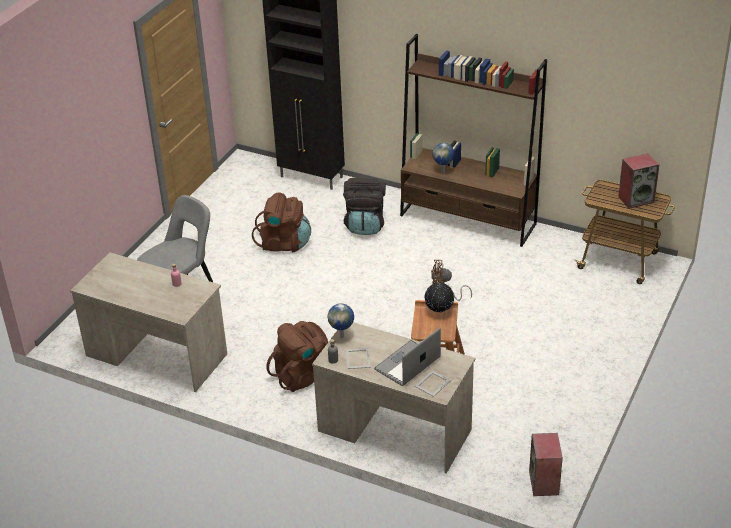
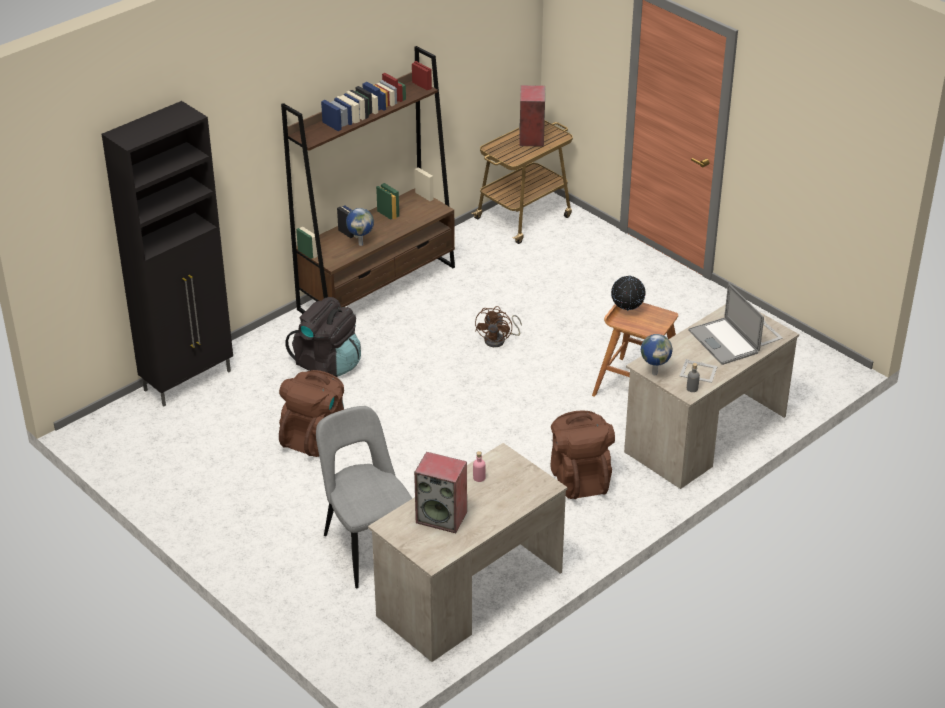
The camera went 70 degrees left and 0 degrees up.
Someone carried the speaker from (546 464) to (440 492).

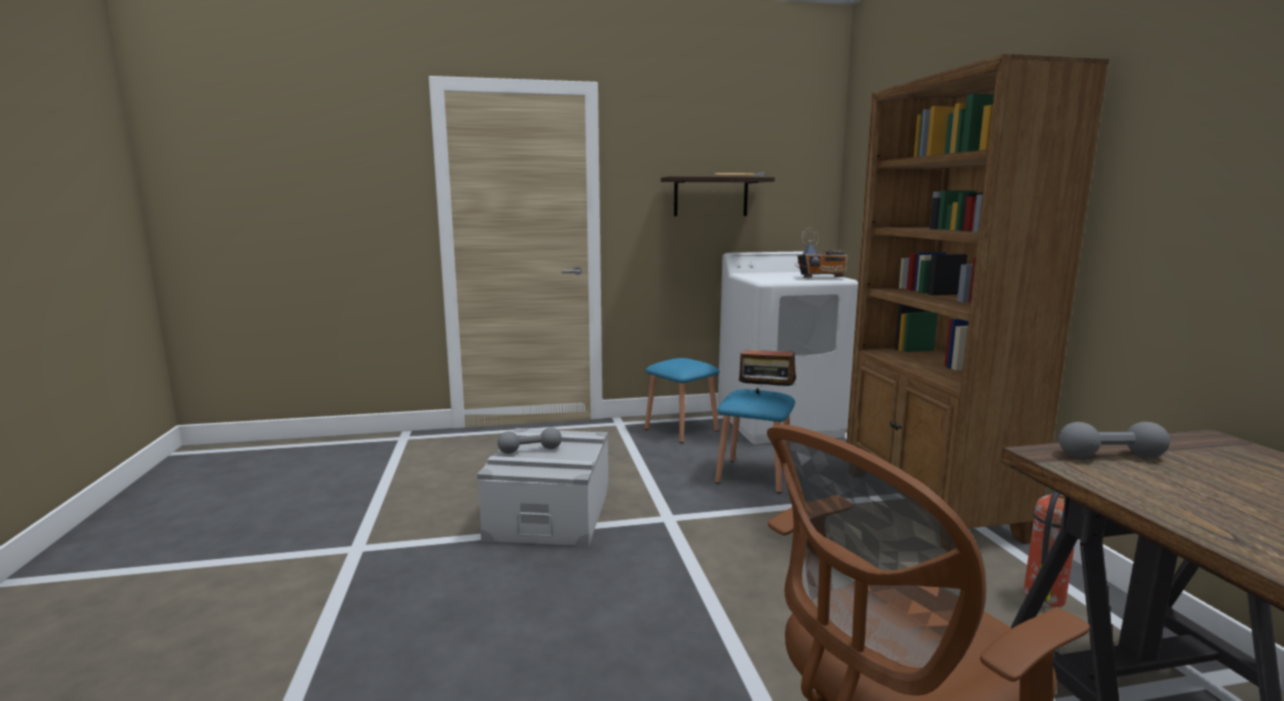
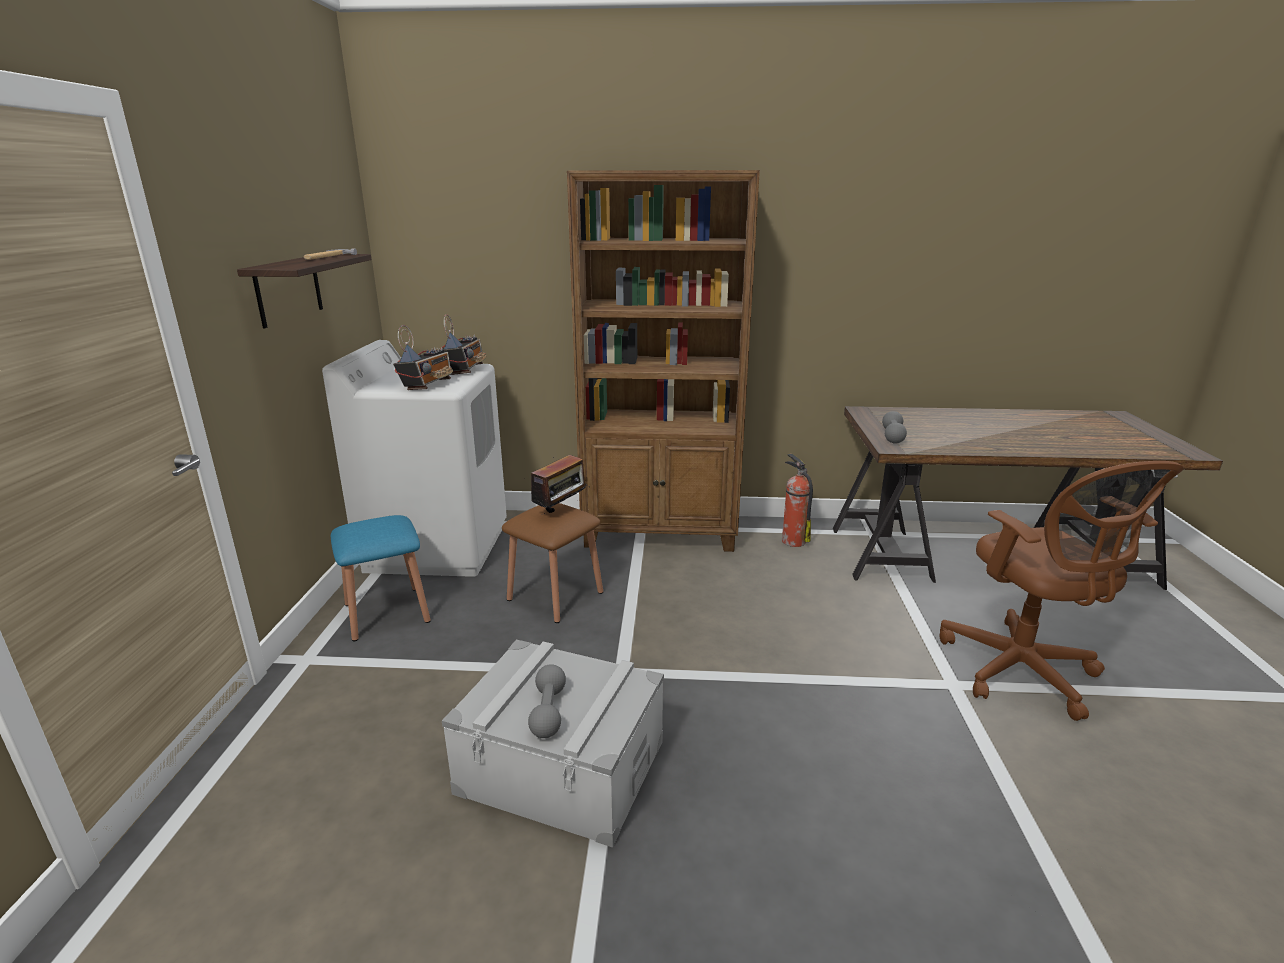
The camera went 75 degrees left and 10 degrees up.
Someone repainted the stool (blue) at (755 441), which became the stool (brown) at (552 563).
Someone put down the radio at (423 357).

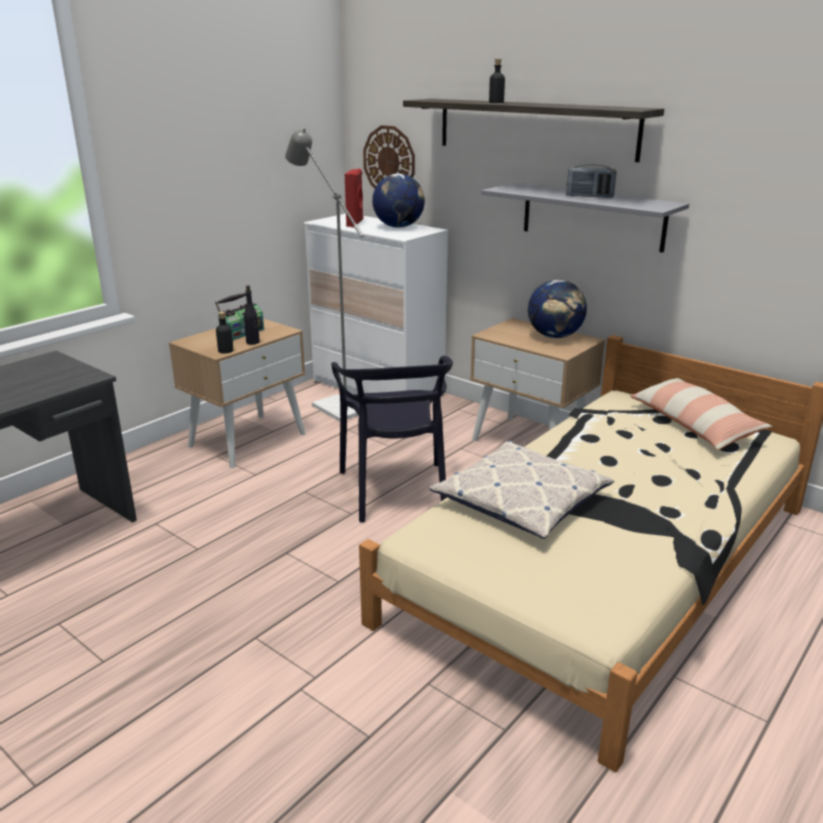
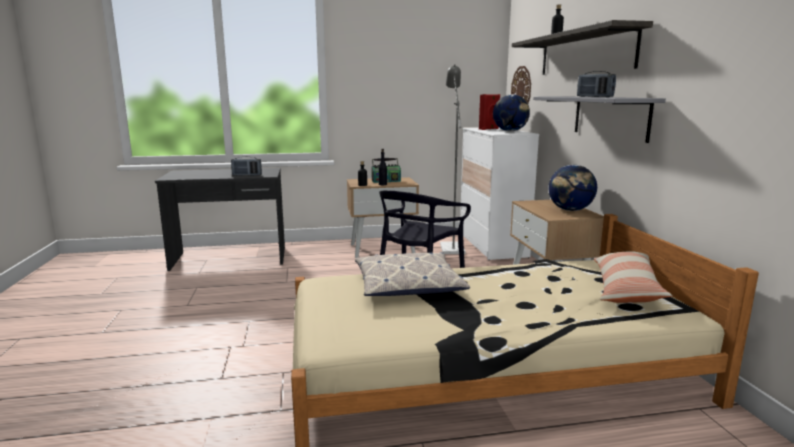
The camera went 40 degrees right and 10 degrees down.
Someone put down the radio at (246 166).

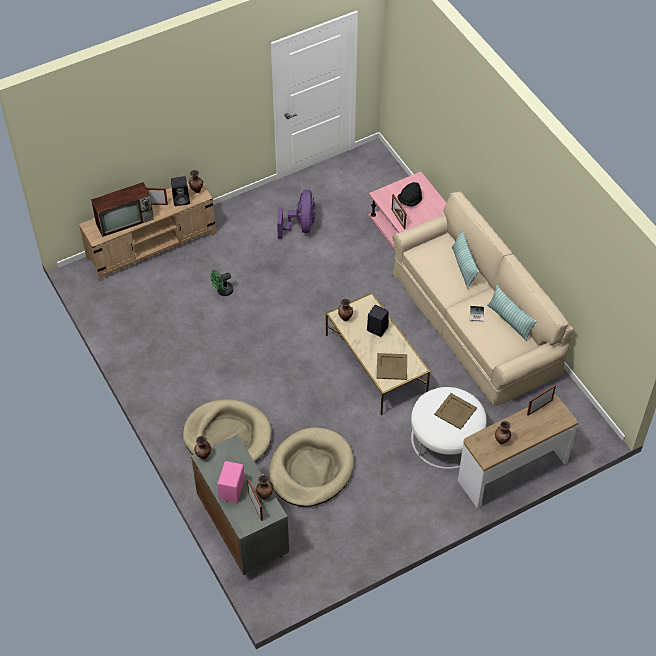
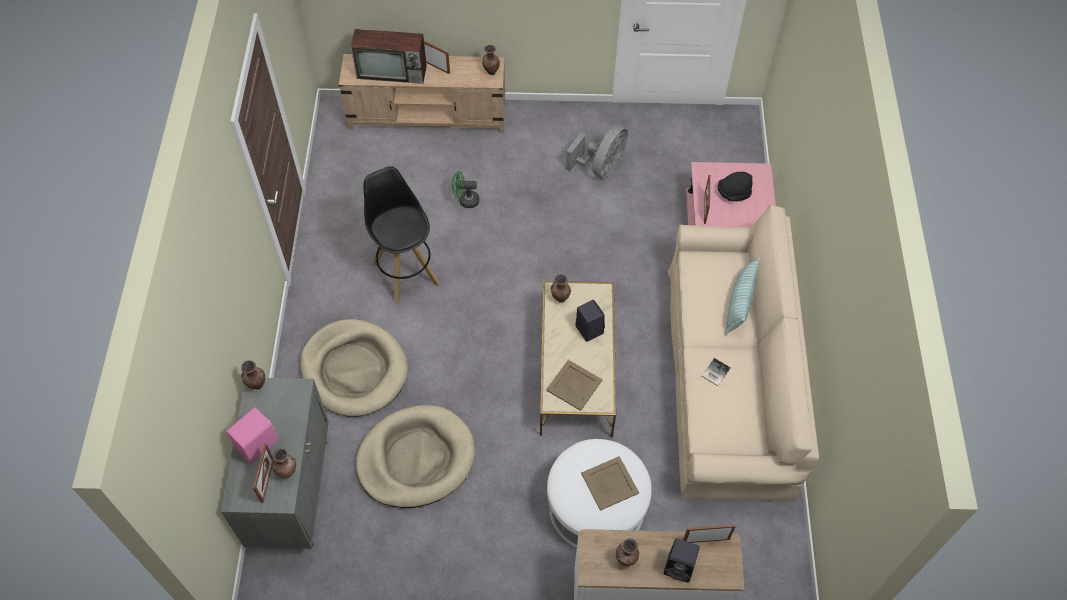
The camera went 30 degrees right and 5 degrees up.
Someone carried the speaker (black) from (180 191) to (682 560).
Someone repainted the fan (purple) at (296 214), which became the fan (grey) at (597 151).
Someone took away the pillow at (512 313).
Someone put down the stool (black) at (401 235).

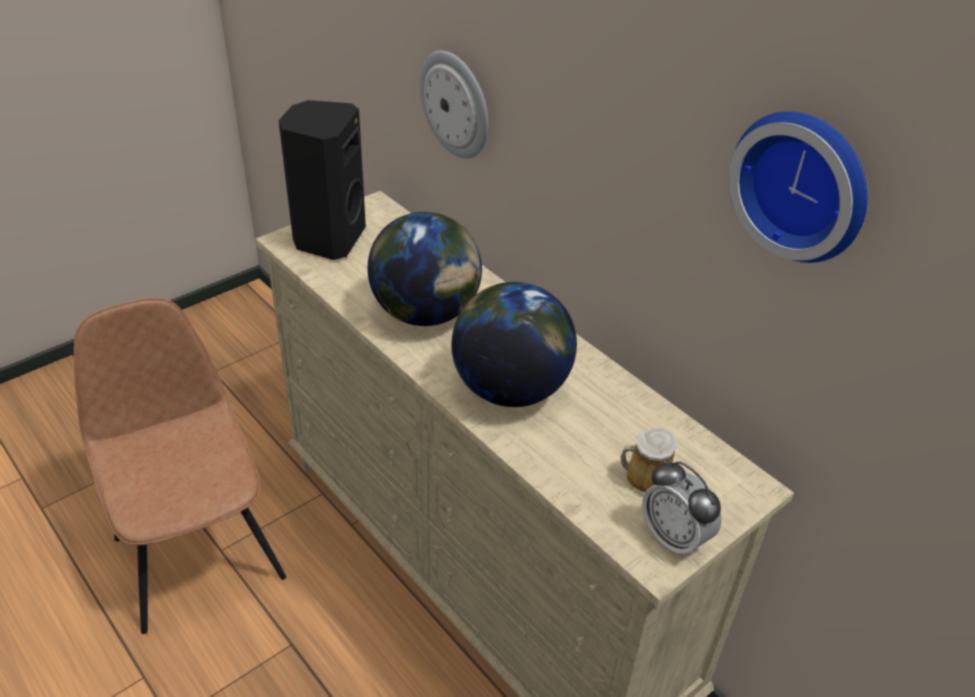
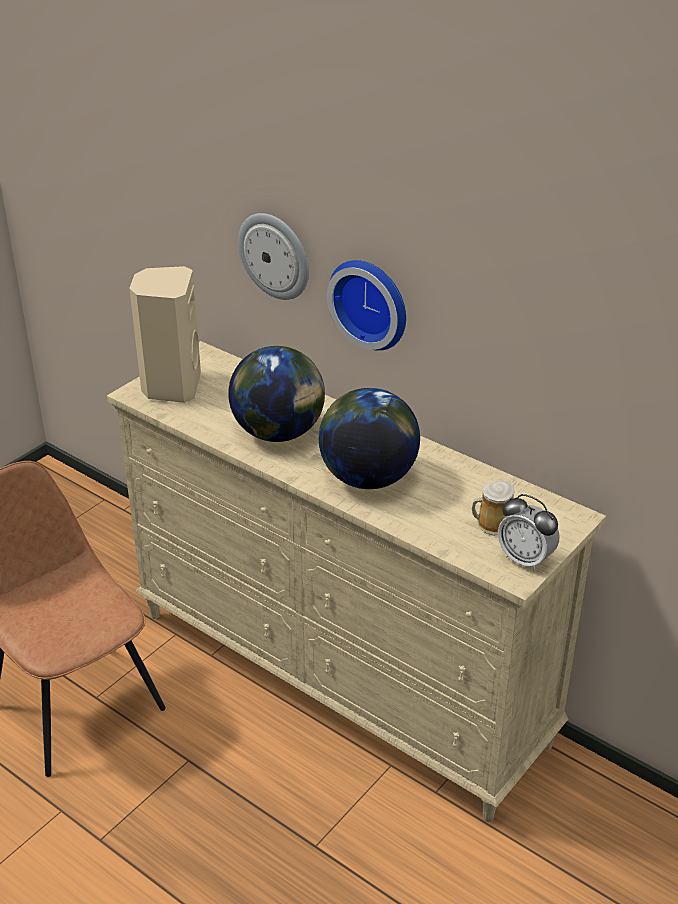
The camera went 10 degrees left and 5 degrees down.
Someone repainted the speaker (black) at (322 180), which became the speaker (beige) at (165 334).
Someone carried the wall clock from (798 187) to (366 305).

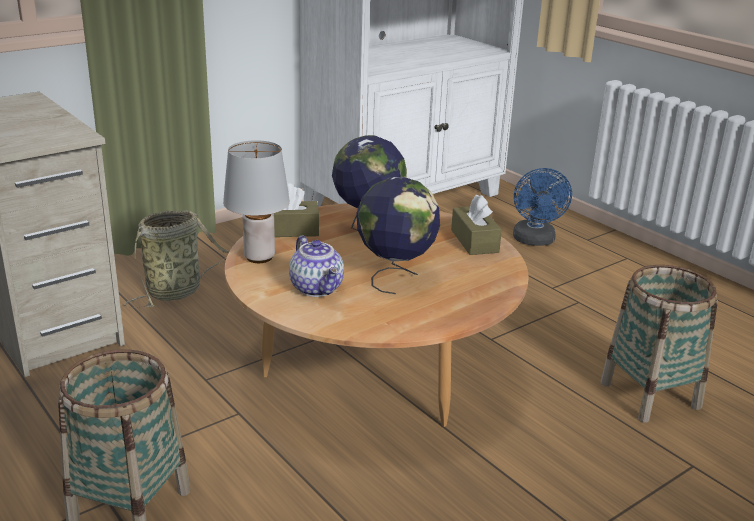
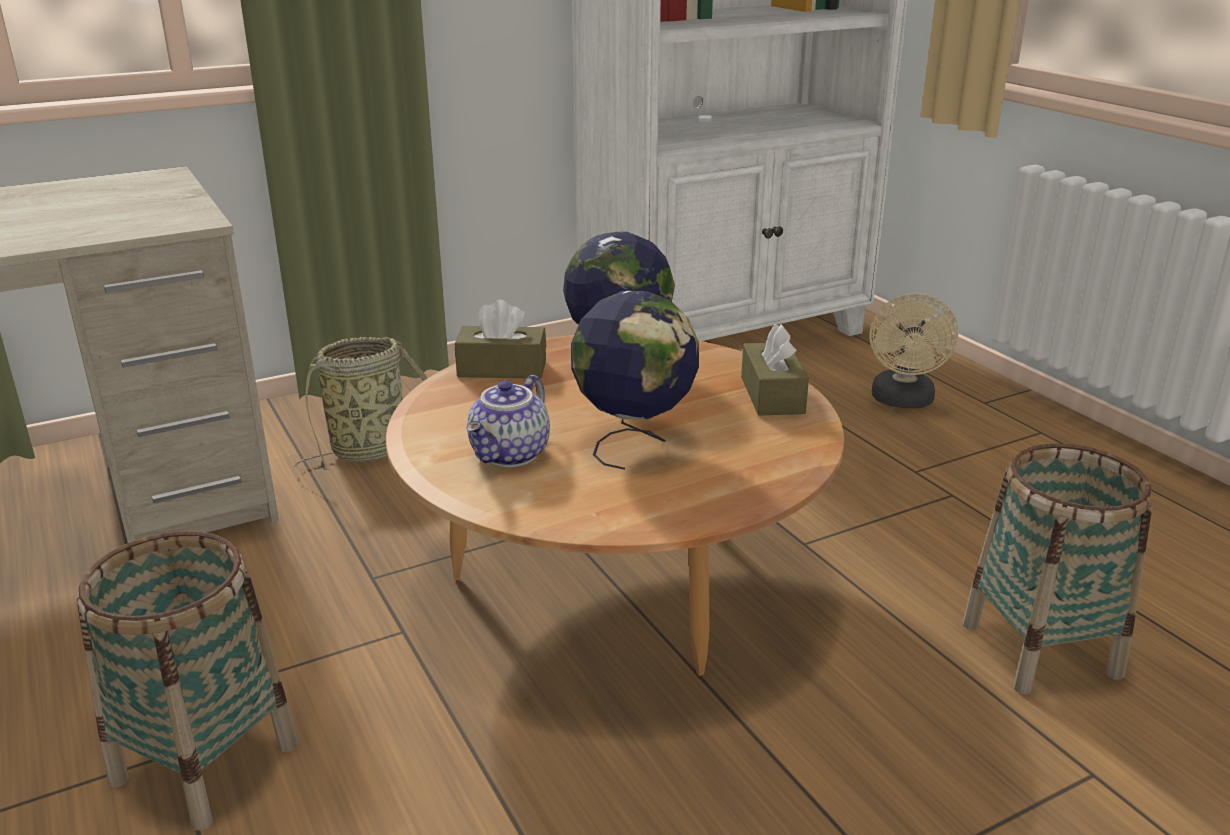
The camera went 10 degrees right and 0 degrees up.
Someone took away the table lamp (grey) at (256 201).
Someone rotated the teapot at (316 266) by 45 degrees clockwise.
Someone repainted the fan (blue) at (542 207), which became the fan (beige) at (914 350).

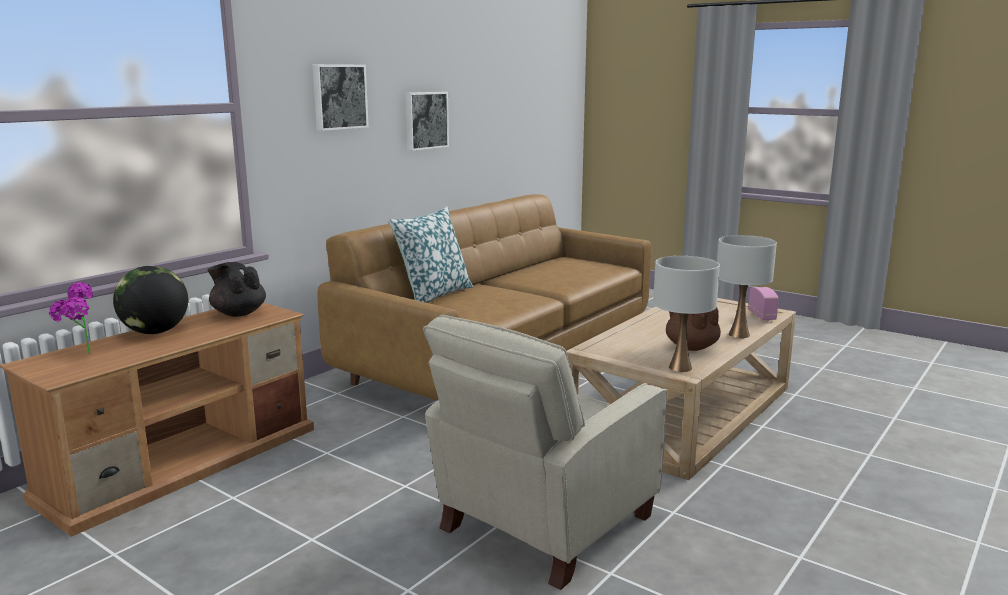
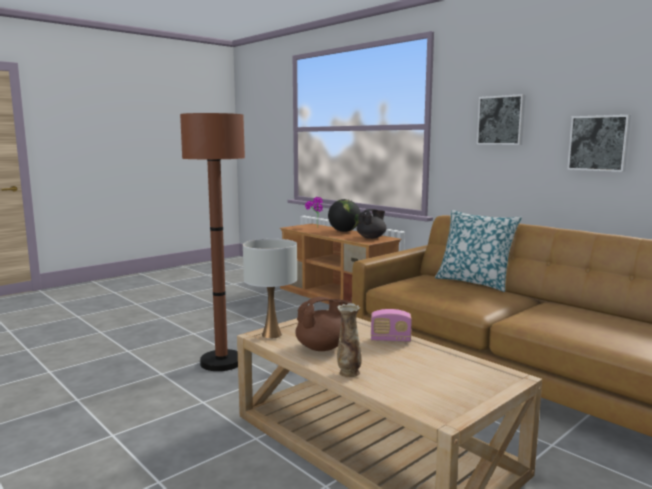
The camera went 100 degrees right and 5 degrees down.
Someone swapped the armchair (beige) at (545 452) for the floor lamp (brown) at (212 242).
Someone swapped the table lamp (white) at (747 286) for the vase at (349 340).
Someone carried the radio from (763 304) to (391 325).

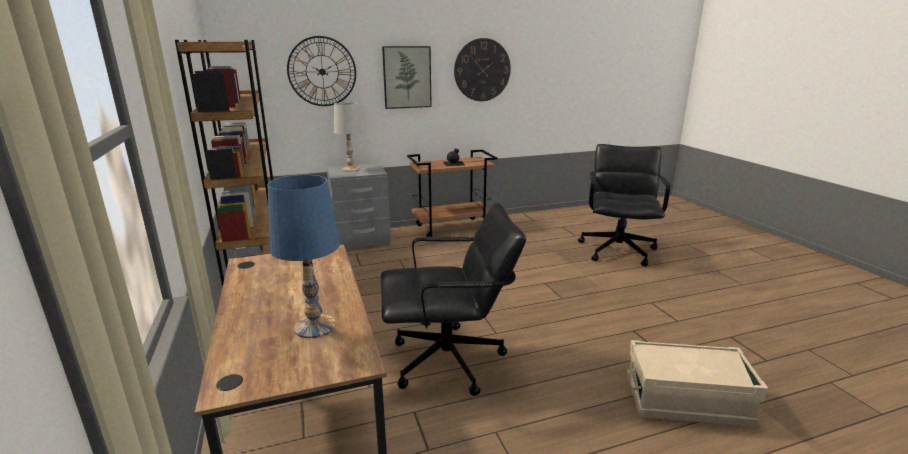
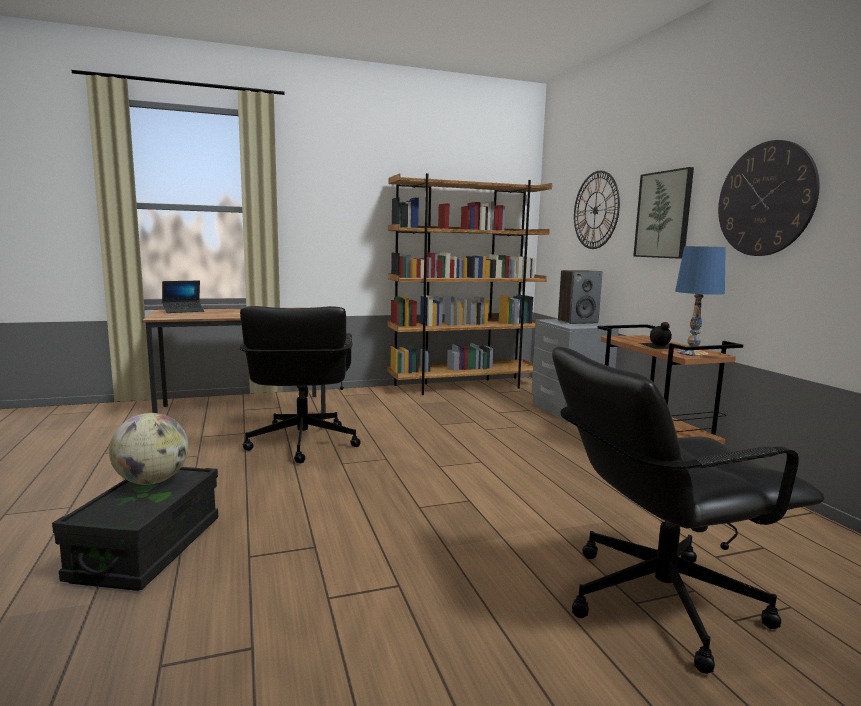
The camera went 90 degrees right and 10 degrees down.
Someone carried the table lamp (blue) from (303 256) to (700 301).
Someone swapped the table lamp (white) at (348 137) for the speaker at (580 297).
Someone rotated the office chair (black) at (624 205) by 150 degrees clockwise.
Someone repainted the storage box (beige) at (697 383), which became the storage box (black) at (135 529).
Someone put down the globe at (148 449).
Someone put down the laptop at (183 297).

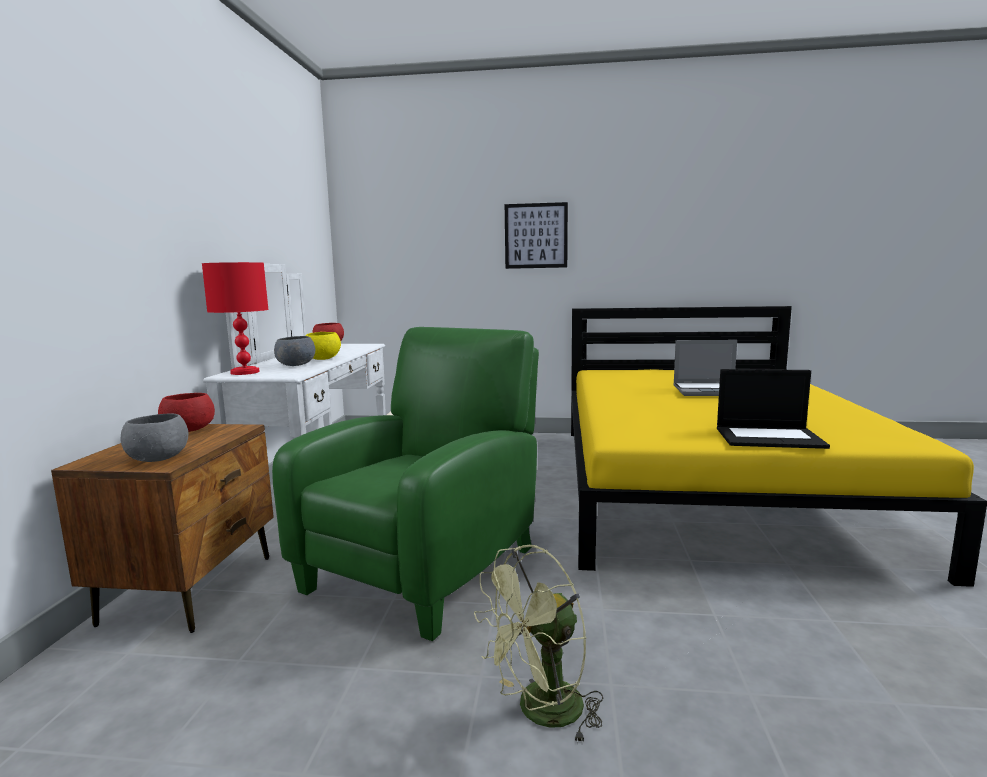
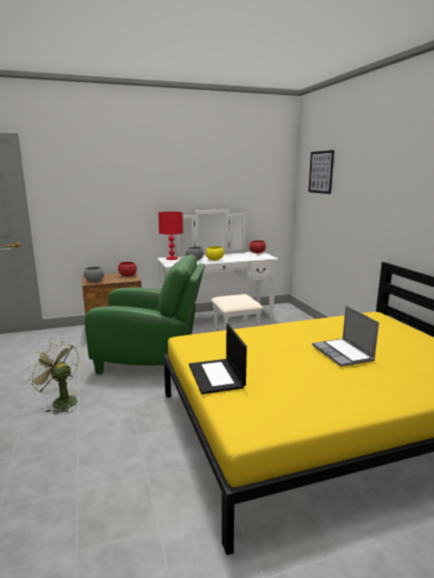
The camera went 65 degrees right and 5 degrees up.
Someone carried the picture from (536 235) to (321 172).

